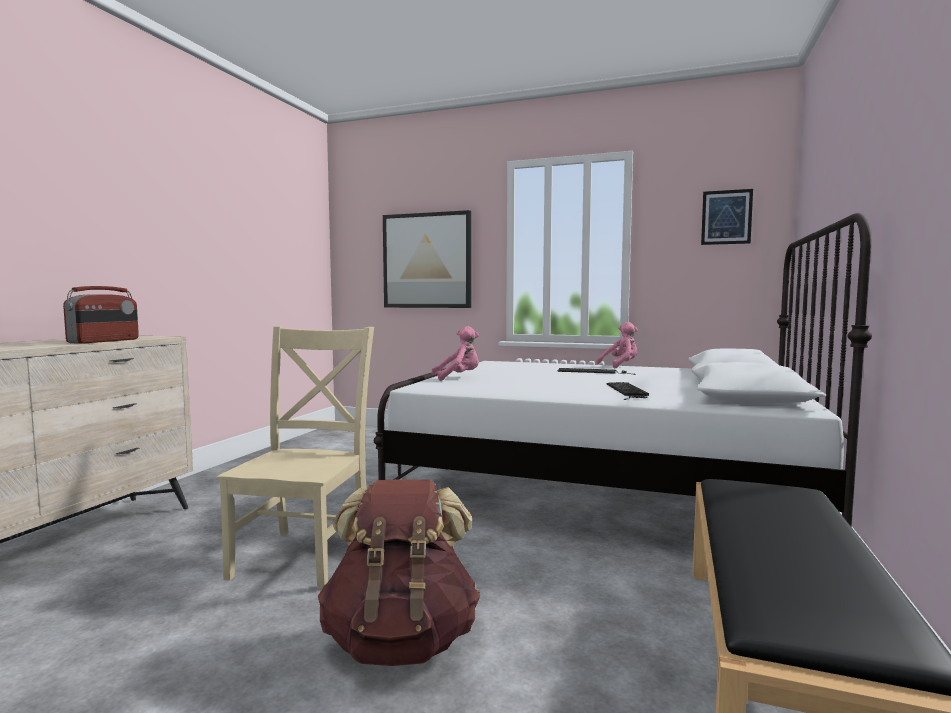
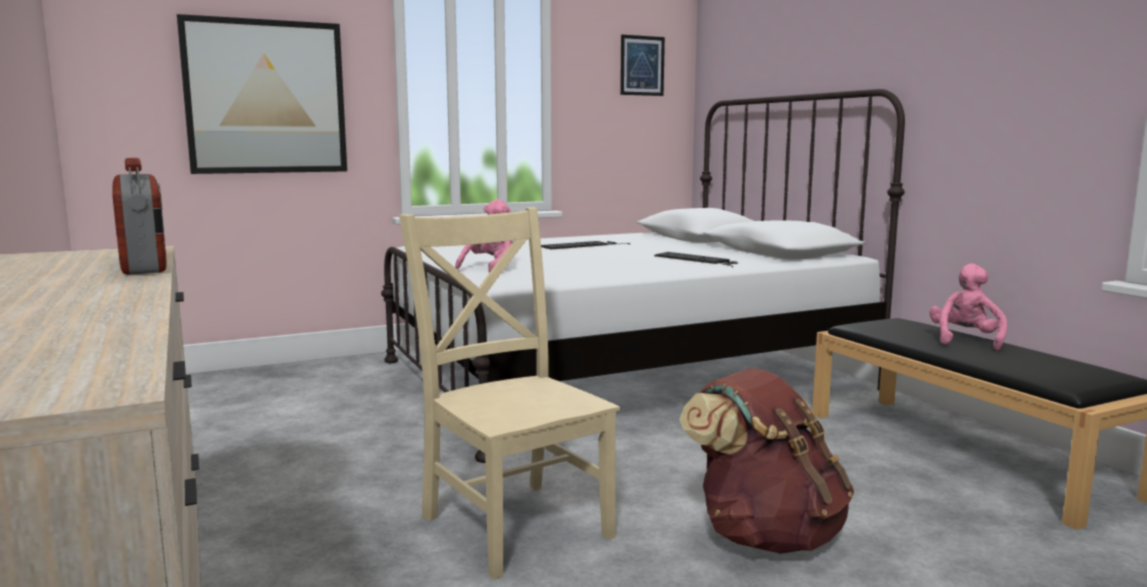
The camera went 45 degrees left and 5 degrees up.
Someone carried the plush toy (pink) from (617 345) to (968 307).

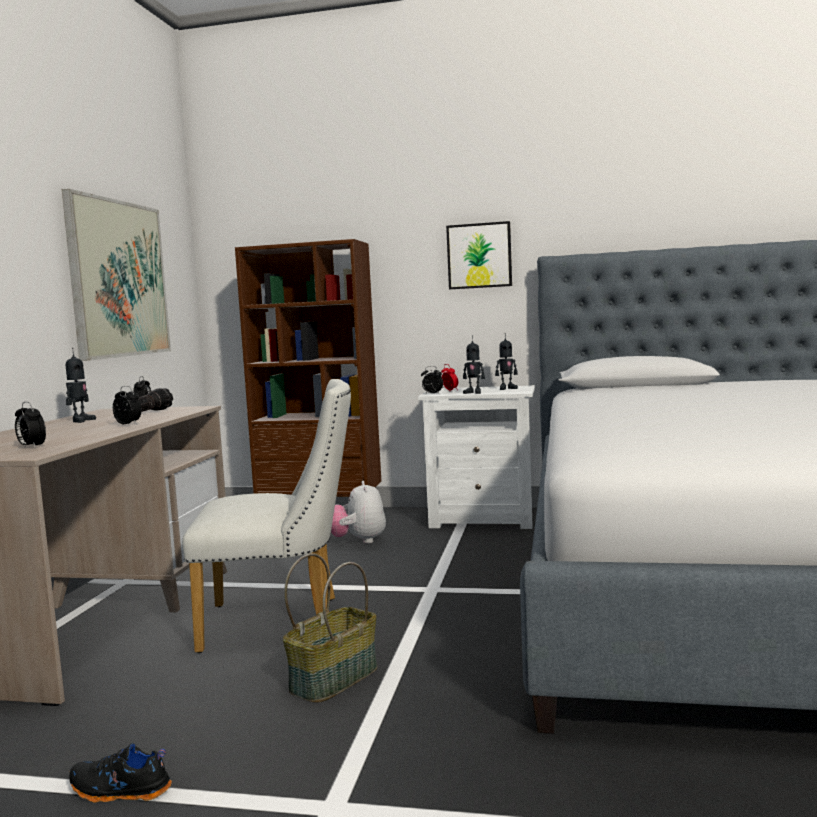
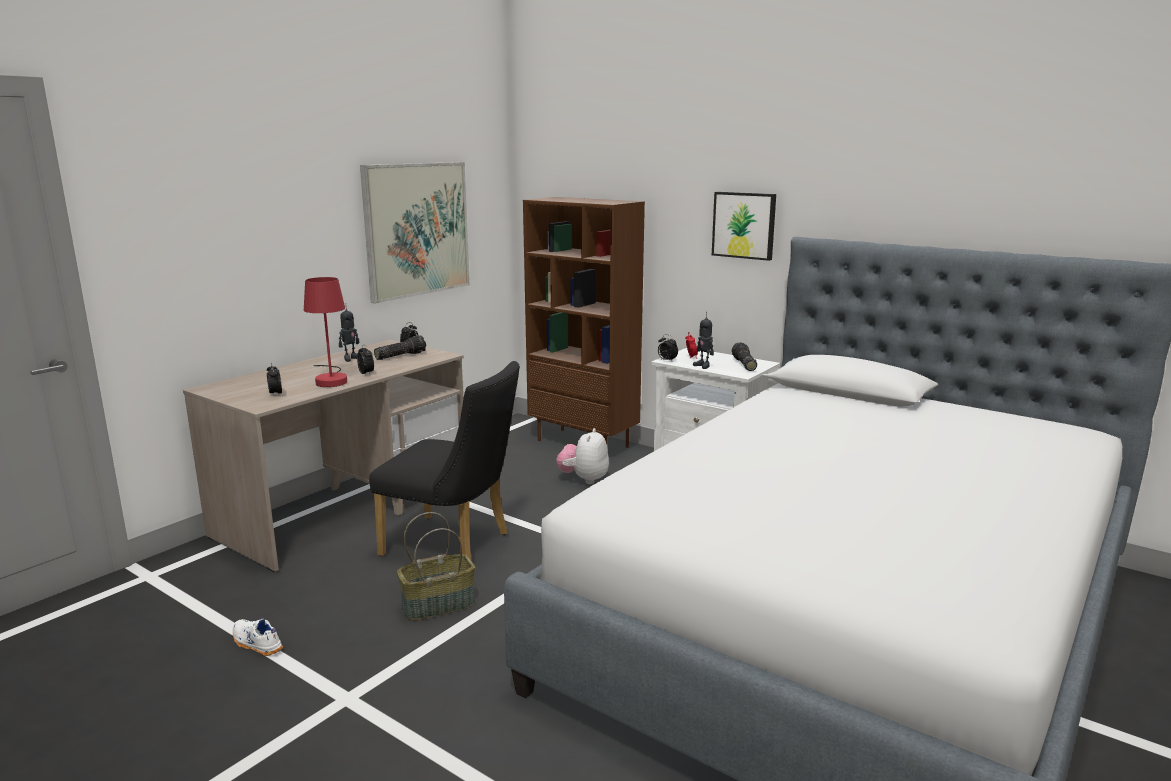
The camera went 25 degrees right and 10 degrees up.
Someone repainted the shoe (black) at (120 773), which became the shoe (white) at (258 637).
Someone repainted the chair (white) at (266 516), which became the chair (black) at (444 460).
Someone swapped the toy robot at (506 361) for the flashlight at (744 356).
Someone put down the table lamp (red) at (325 332).

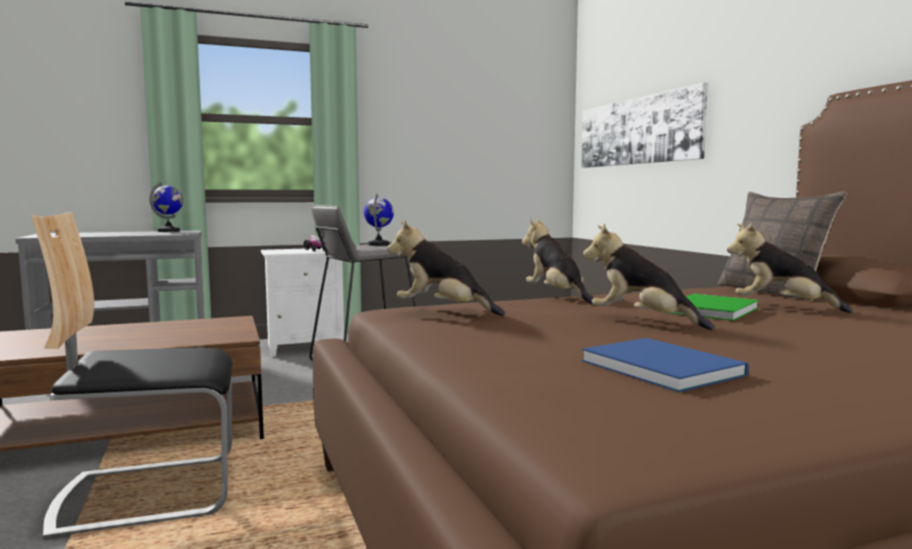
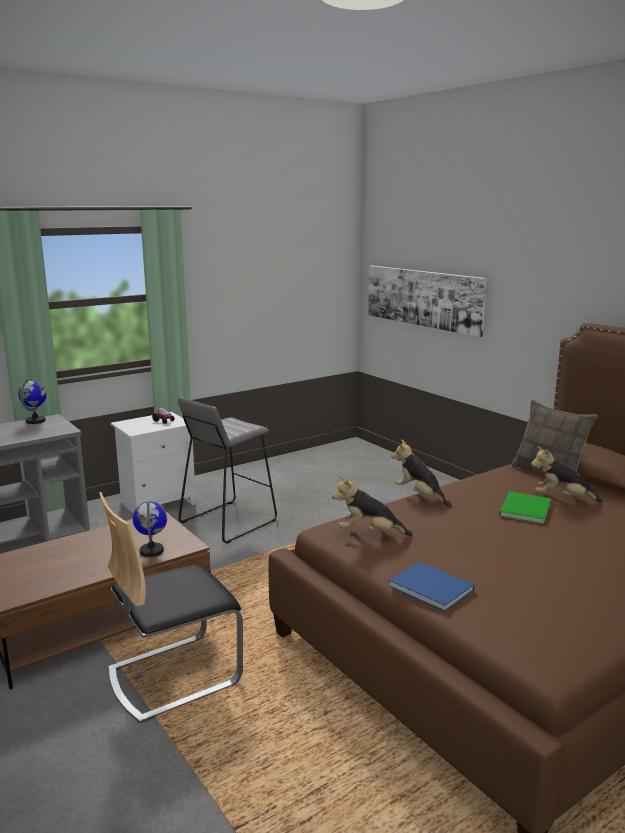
The camera went 15 degrees left and 10 degrees up.
Someone carried the globe from (379 220) to (150 529).
Someone carried the book (blue) from (665 365) to (432 587).
Someone took away the plush toy at (648 277).

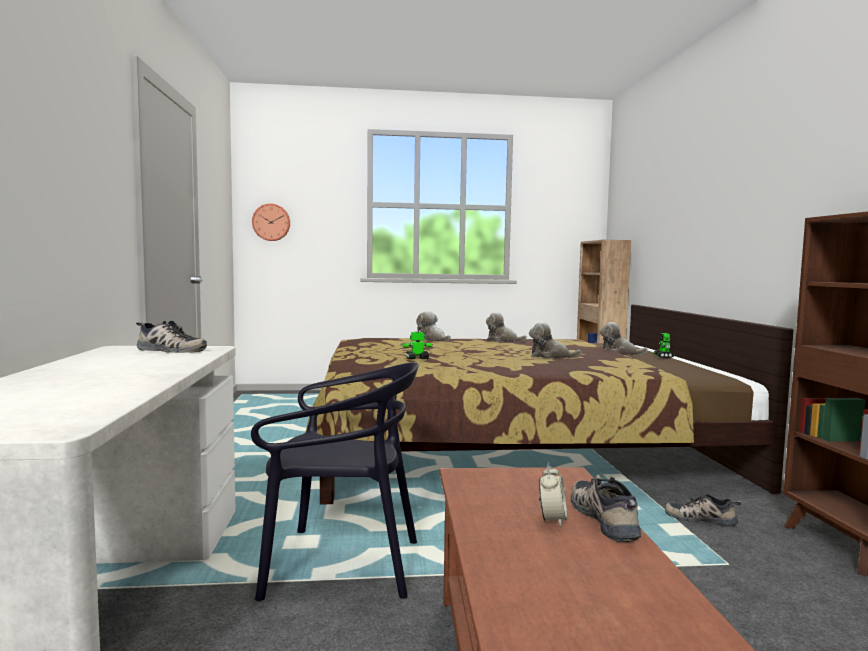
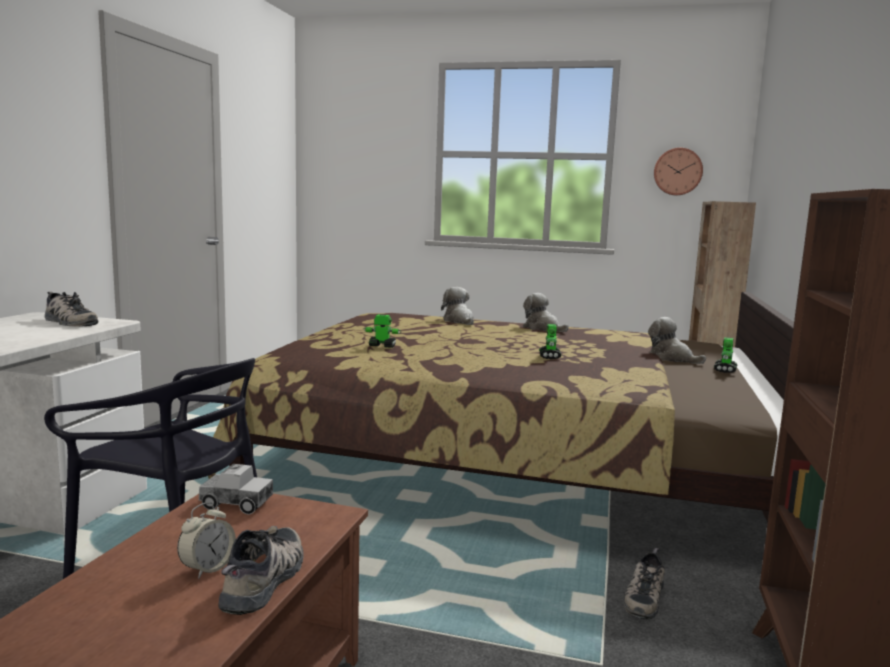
The camera went 20 degrees right and 5 degrees up.
Someone carried the wall clock from (271 222) to (678 171).
Someone swapped the plush toy at (555 340) for the toy robot at (550 341).
Someone rotated the shoe at (703 510) by 105 degrees counterclockwise.
Someone put down the toy truck at (236 489).

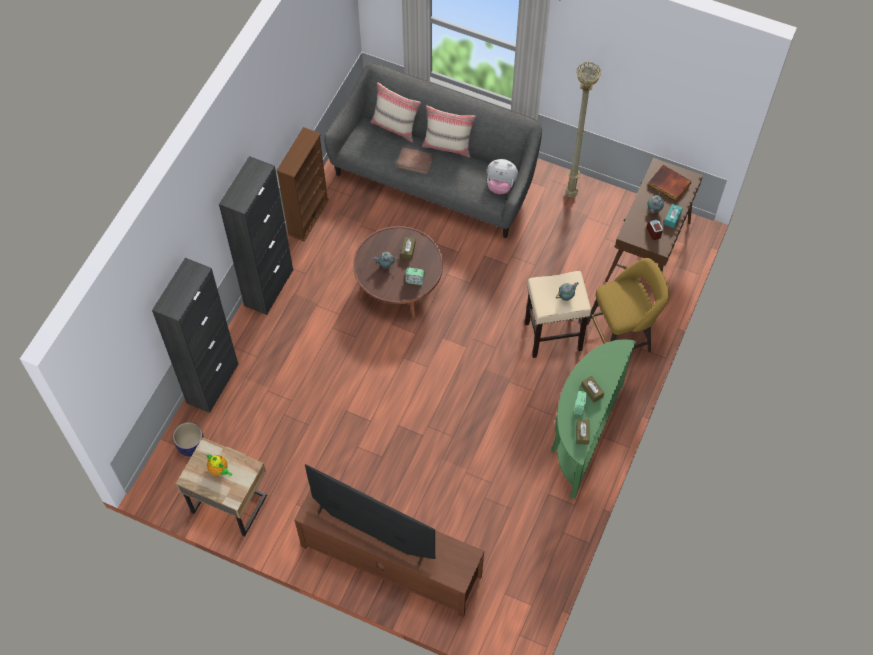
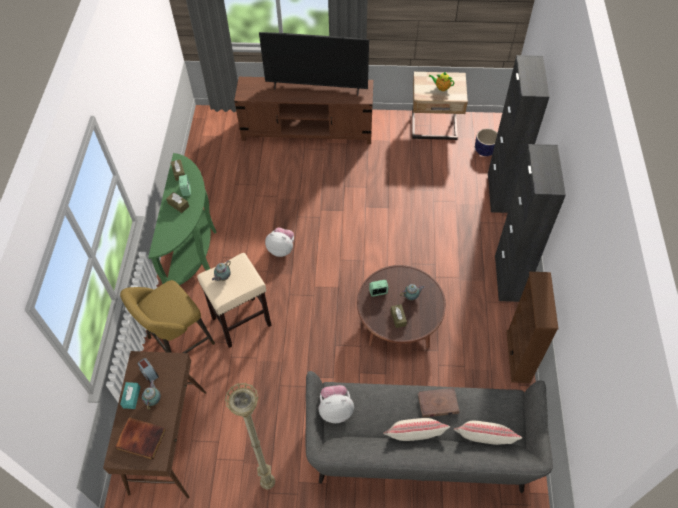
The camera went 160 degrees right and 5 degrees down.
Someone put down the plush toy at (279 242).

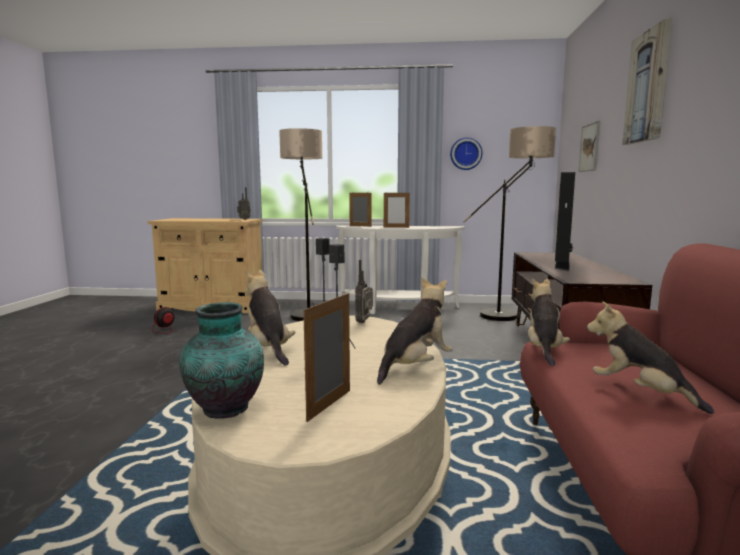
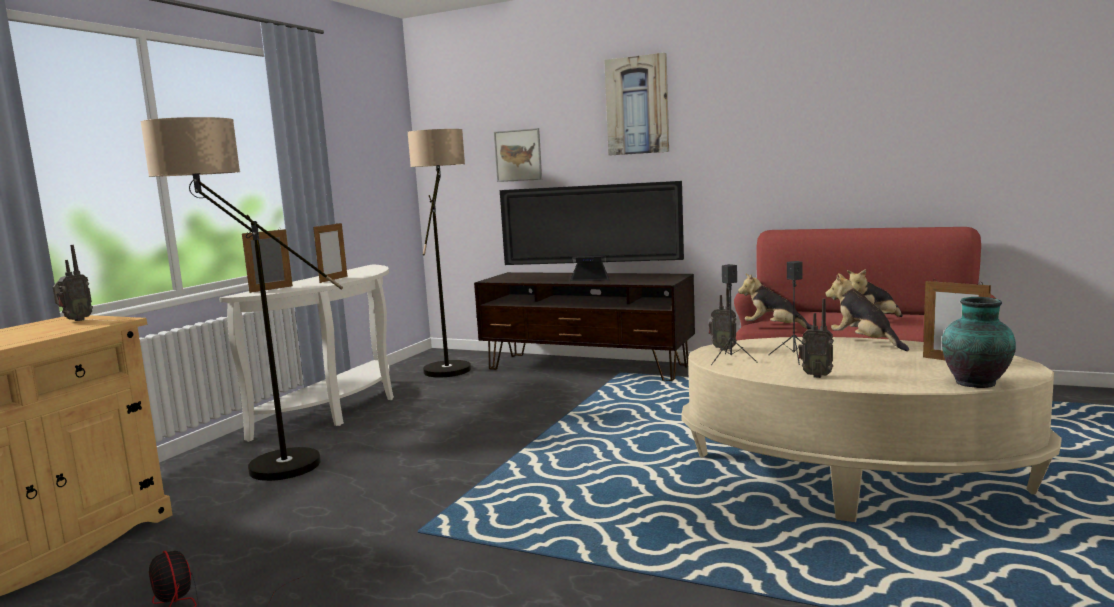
The camera went 70 degrees left and 0 degrees up.
Someone swapped the plush toy at (270 317) for the radio at (816 338).
Someone took away the wall clock at (466 153).
Someone rotated the television at (565 221) by 150 degrees clockwise.

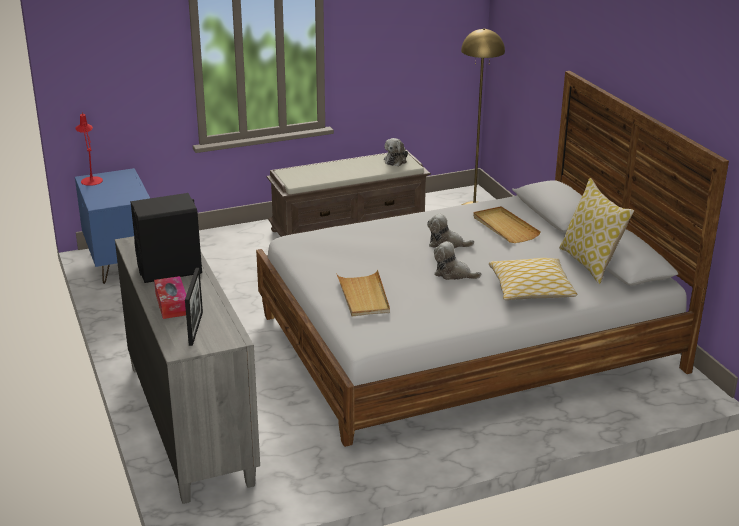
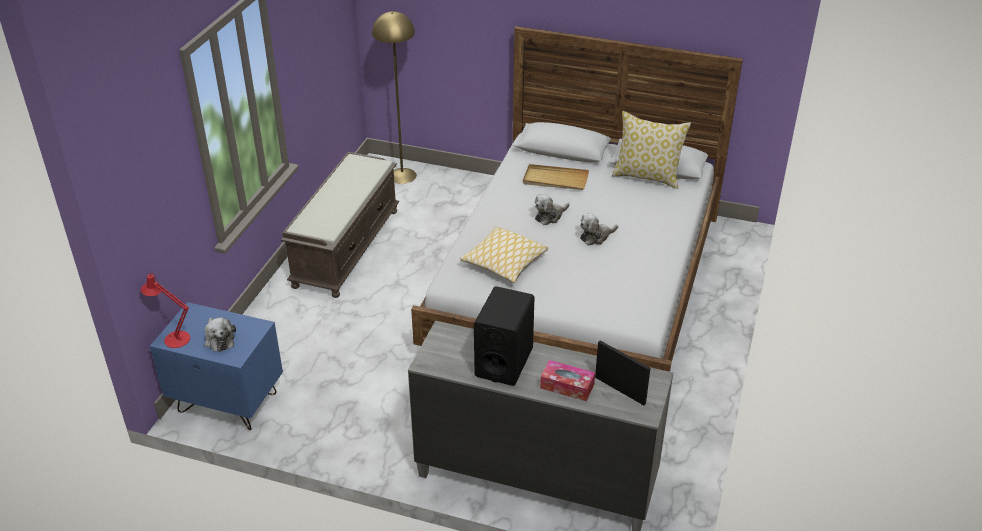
The camera went 50 degrees left and 10 degrees up.
Someone took away the tray (beige) at (363 293).
Someone carried the plush toy from (396 152) to (220 335).
Someone carried the pillow from (533 279) to (504 254).

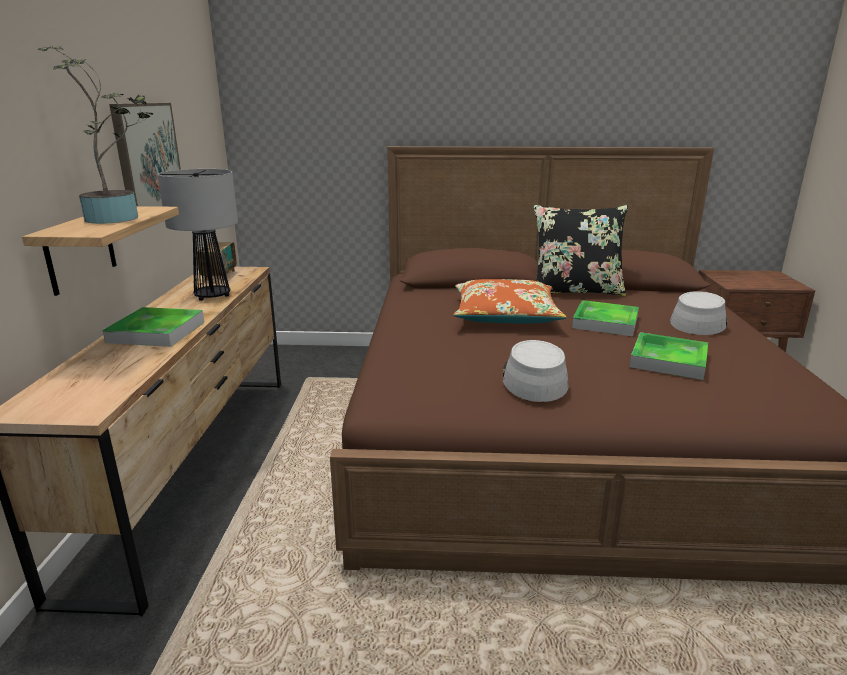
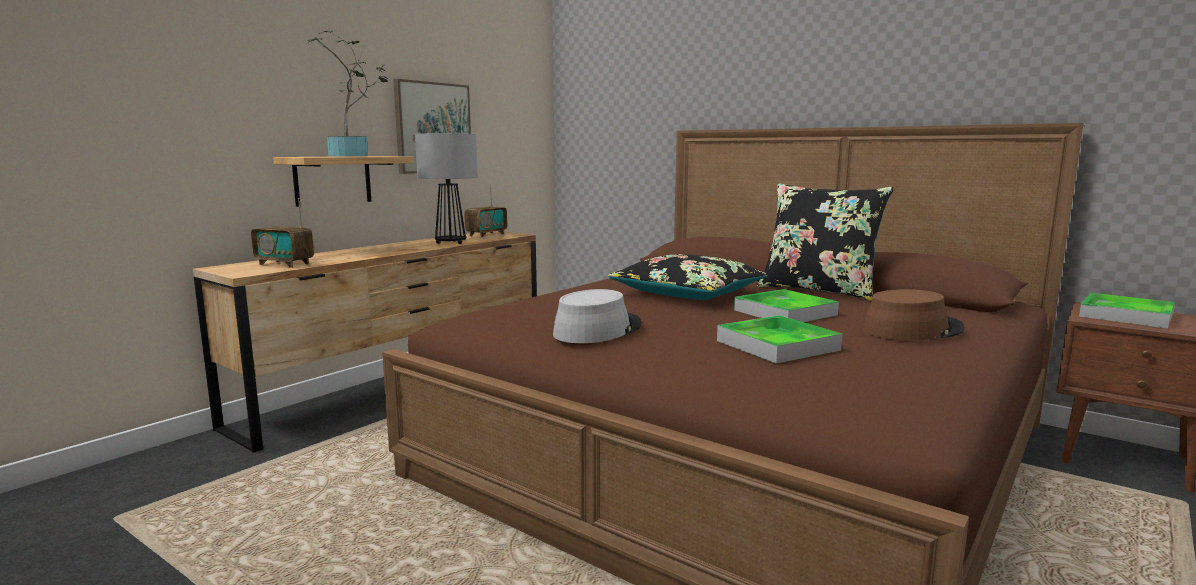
The camera went 35 degrees right and 10 degrees down.
Someone carried the tray from (153 327) to (1127 311).
Someone repainted the pillow (orange) at (510 301), which became the pillow (black) at (688 277).
Someone repainted the hat (grey) at (698 313), which became the hat (brown) at (913 314).
Someone put down the radio at (282 233).

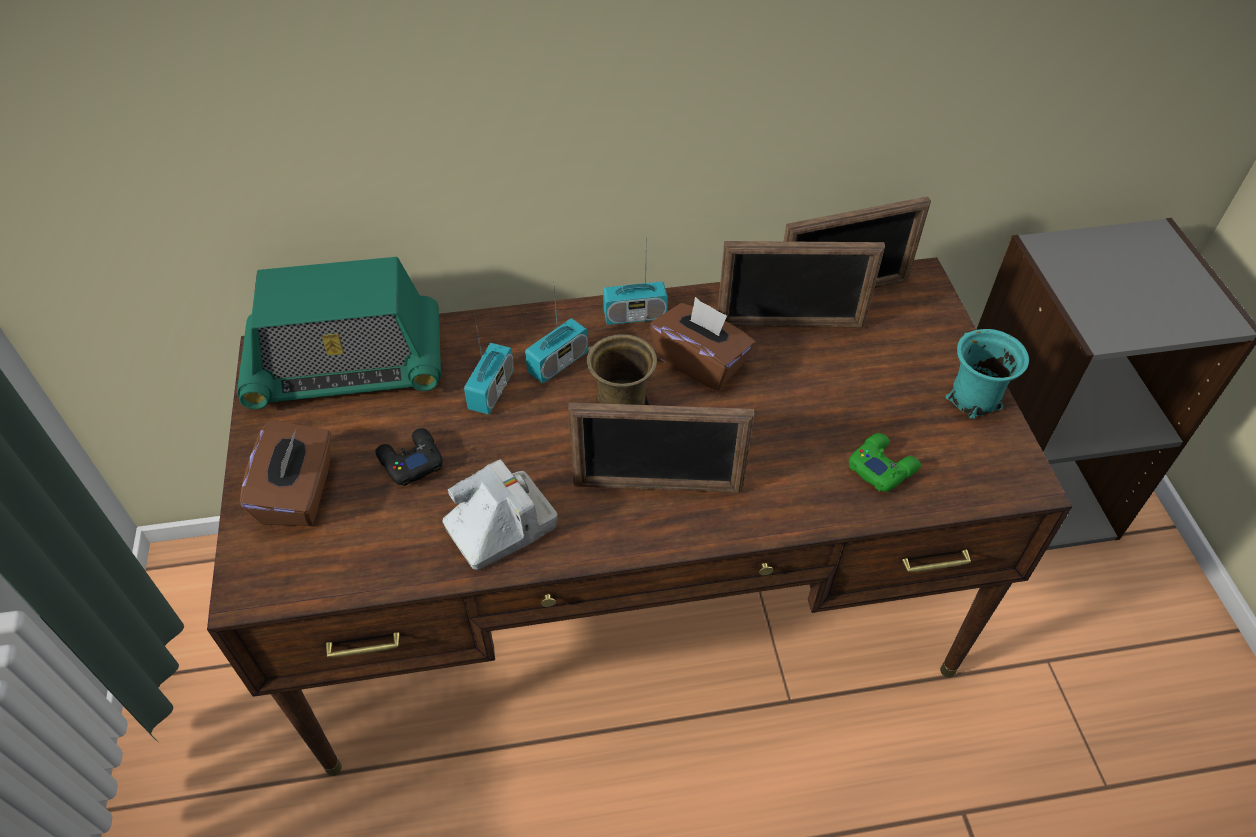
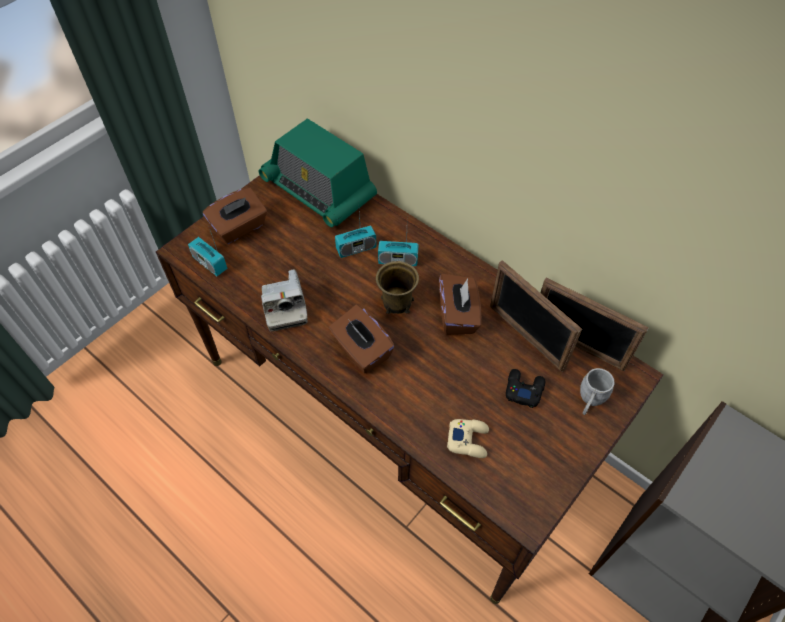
The camera went 50 degrees right and 5 degrees up.
Someone carried the game controller (black) from (409 457) to (525 388).
Someone rotated the photo camera at (500 515) by 60 degrees clockwise.
Someone swapped the picture frame at (661 447) for the tissue box (brown) at (362 338).
Someone carried the radio from (635 280) to (207 253).
Someone repainted the game controller (green) at (885 462), which became the game controller (beige) at (468 438).
Someone took away the mug (turquoise) at (987 374).
Someone put down the mug (grey) at (597 391).

